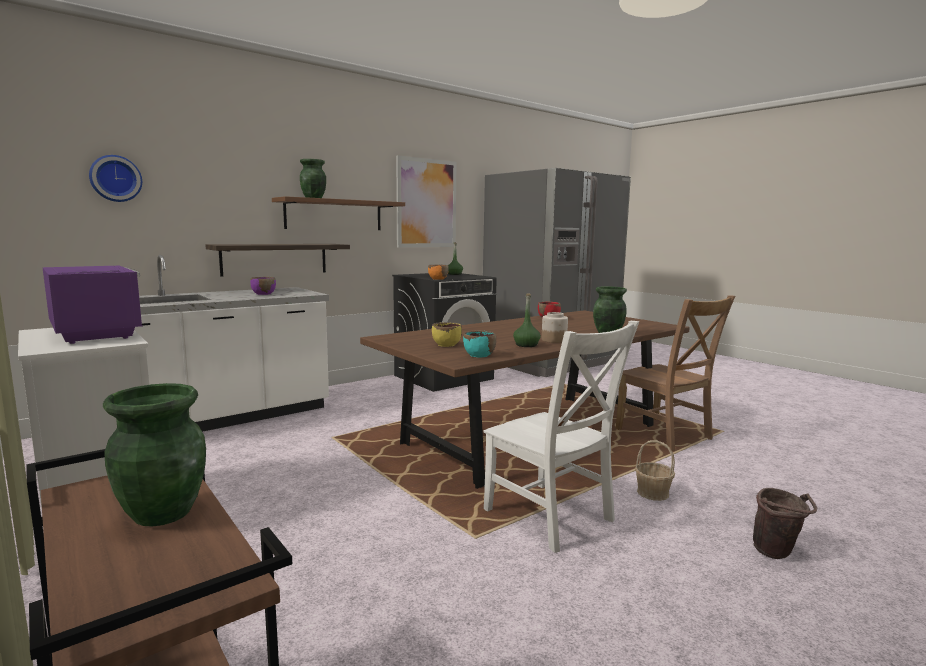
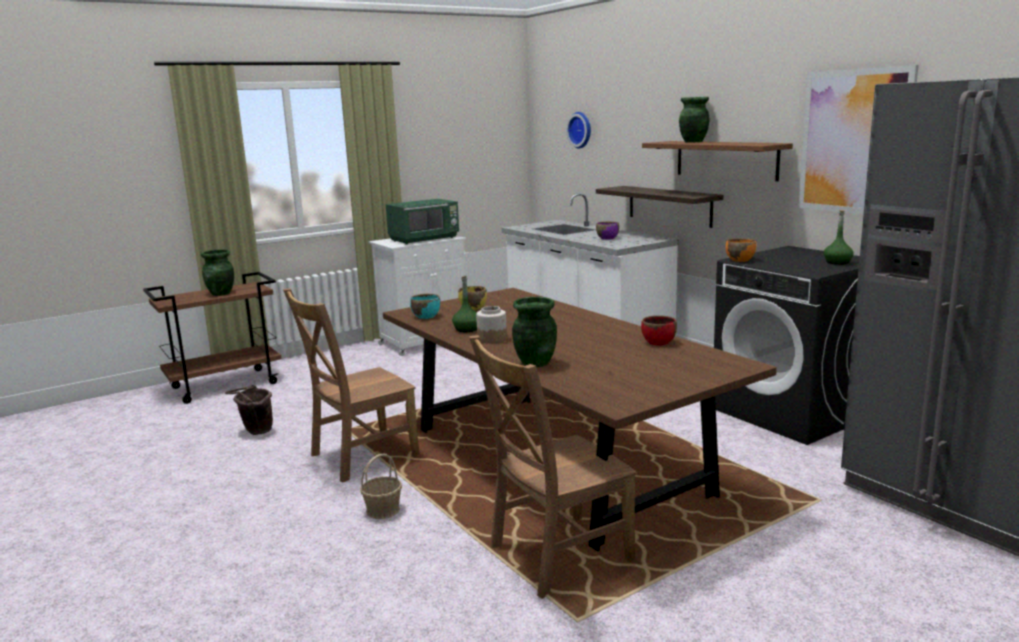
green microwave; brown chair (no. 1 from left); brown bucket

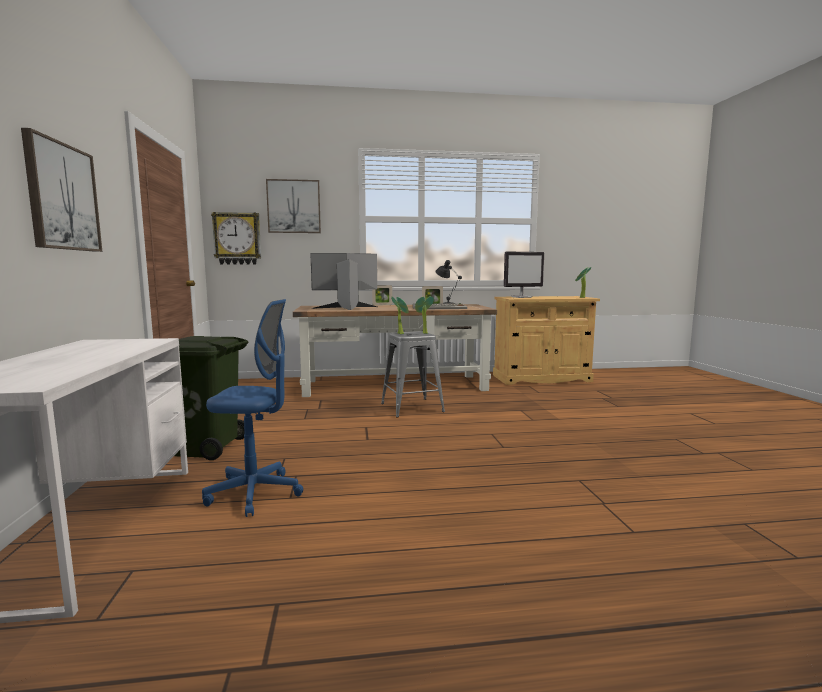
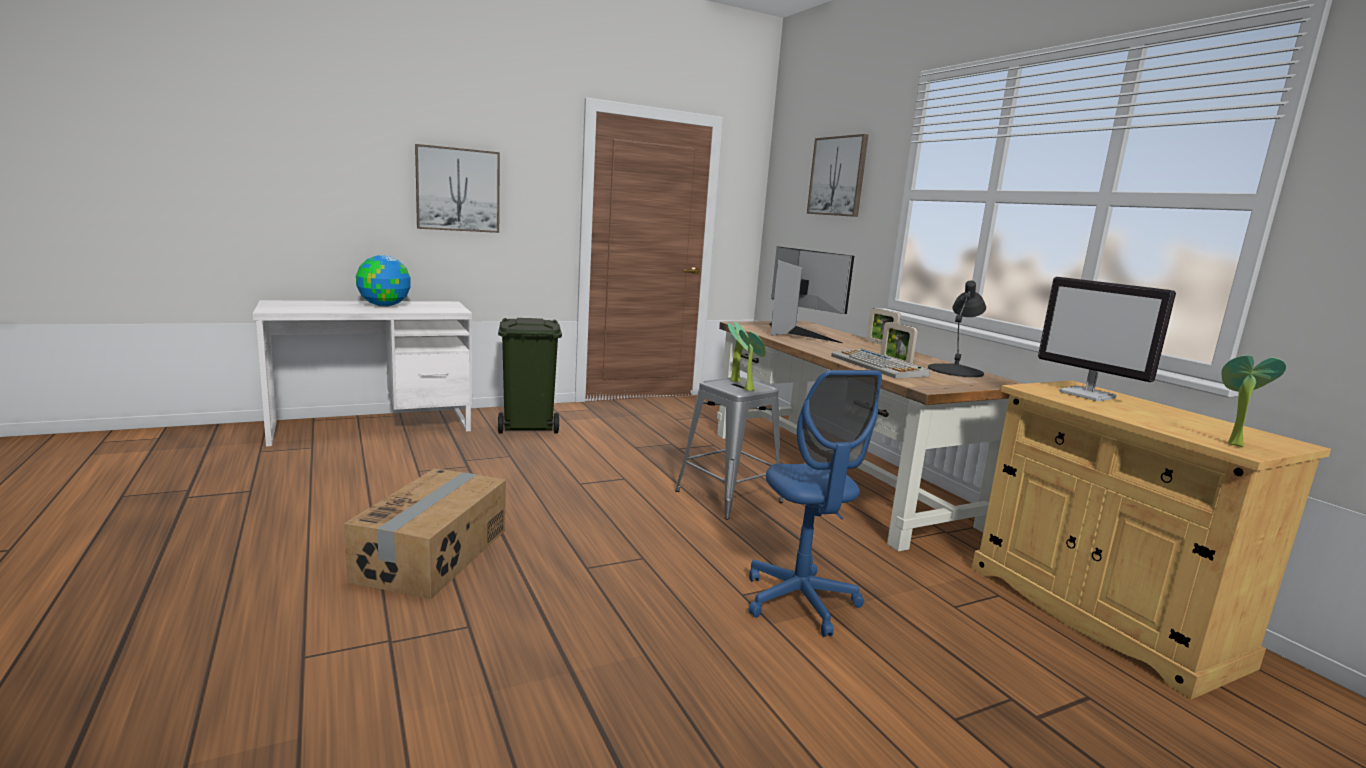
blue office chair; wall clock; cardboard box; globe

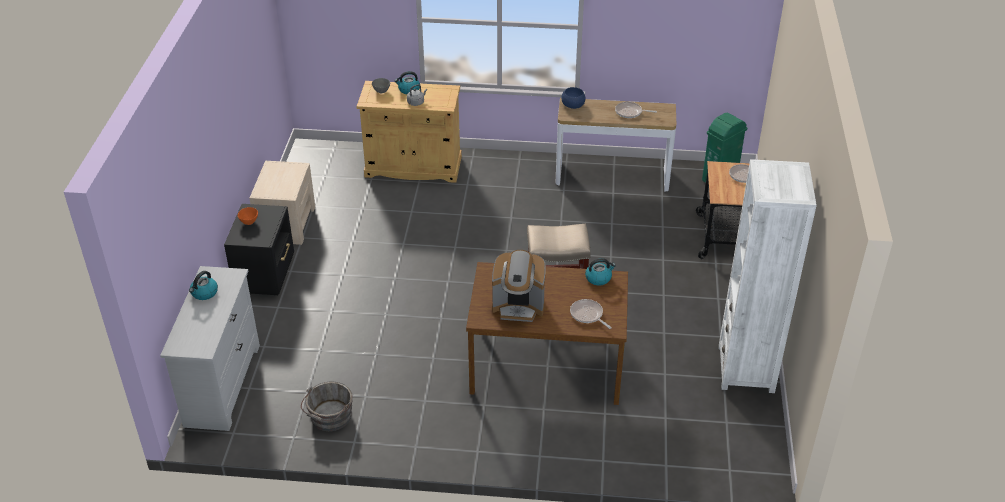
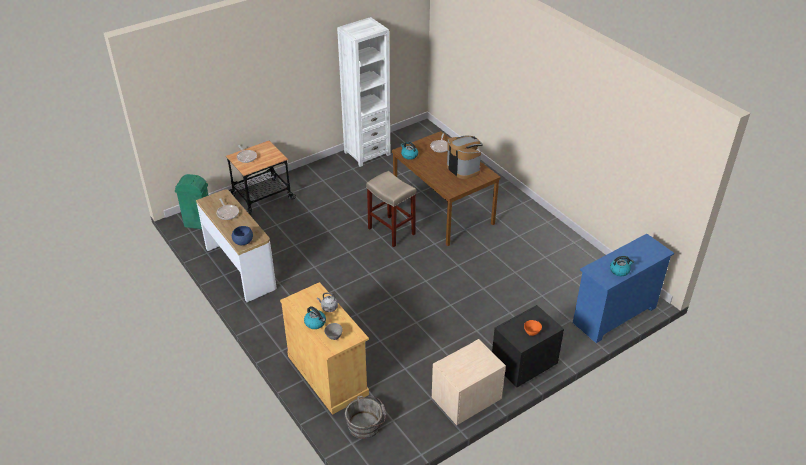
blue dresser; grey bucket

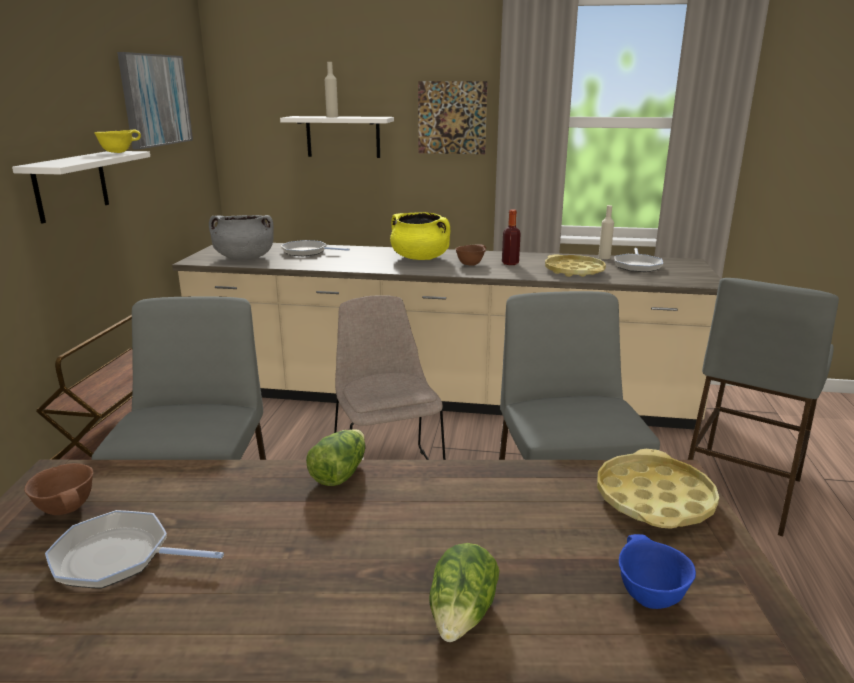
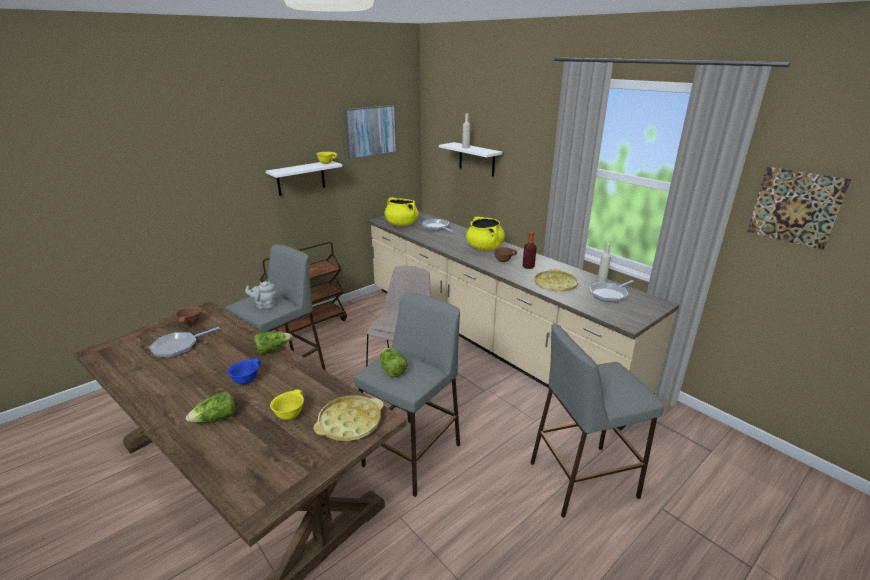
frying pan (no. 1 from left); yellow cooking pot (no. 1 from left); picture (no. 2 from left); blue bowl; grey teapot; yellow bowl (no. 1 from left); lettuce (no. 3 from left)

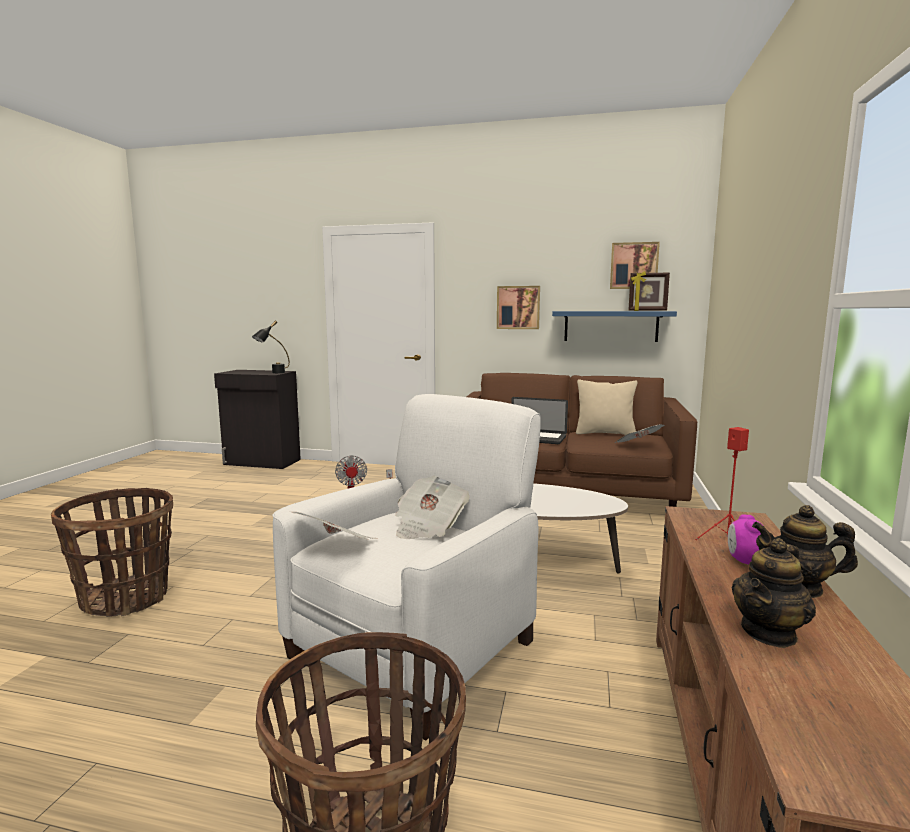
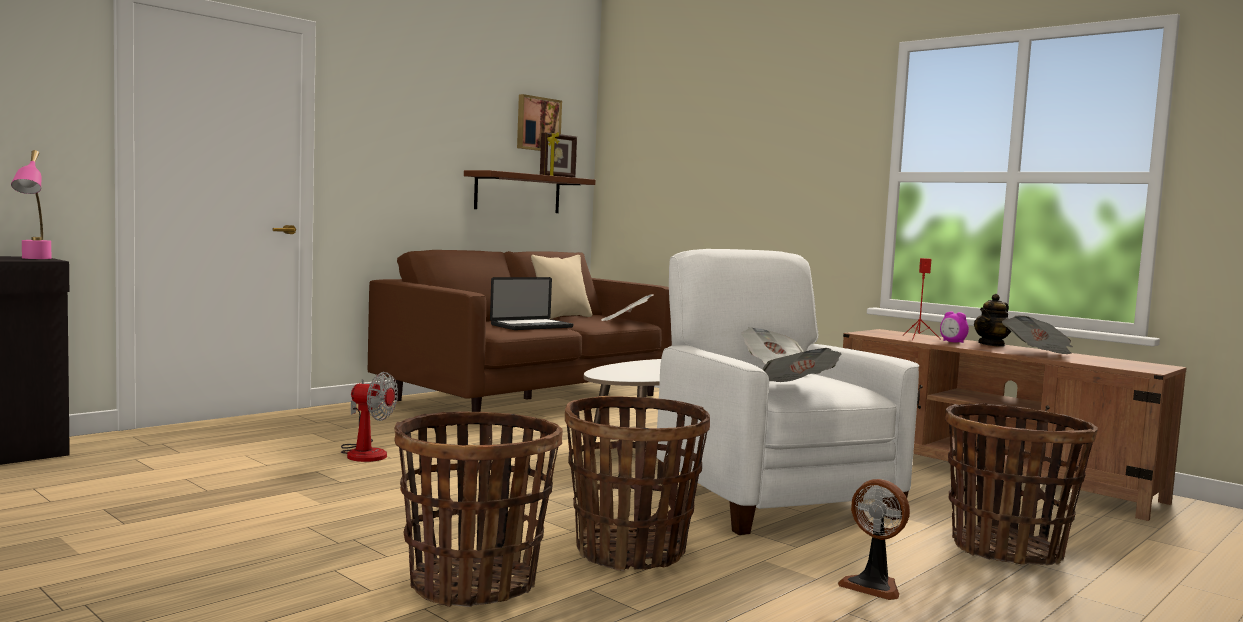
pink table lamp; picture (no. 1 from left in the first image); brown shelf; newspaper (no. 4 from left); basket (no. 2 from left); fan (no. 2 from left)

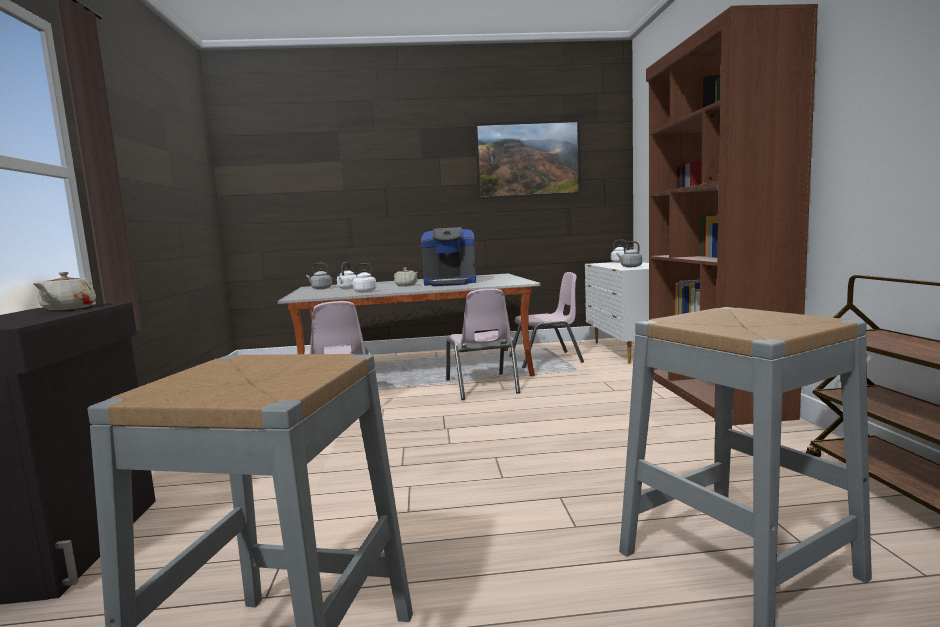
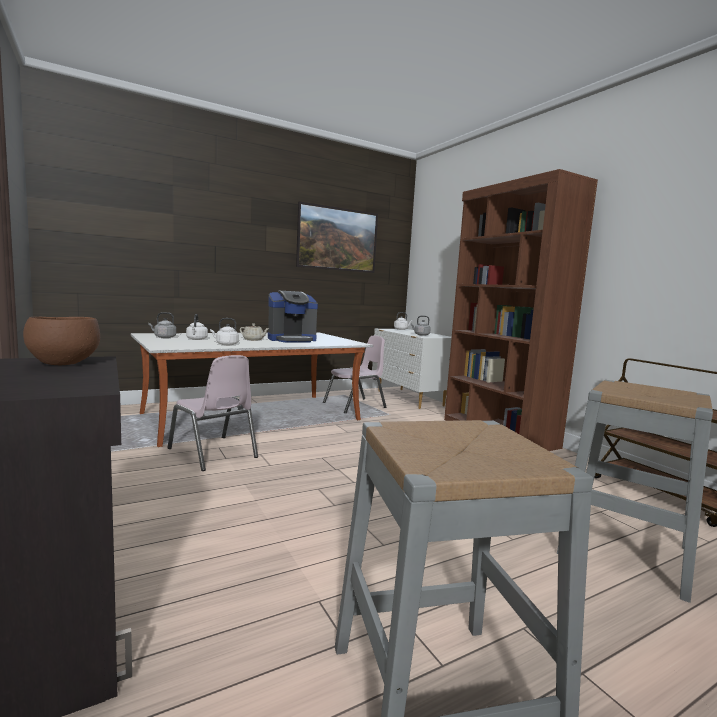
brown bowl; pink chair (no. 2 from left in the first image)

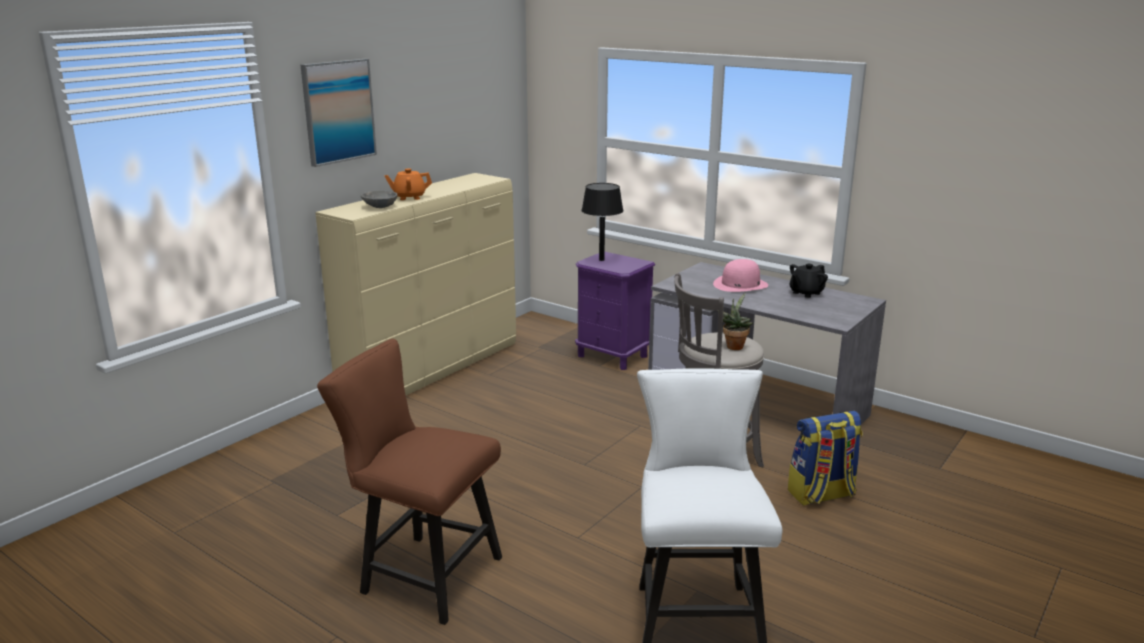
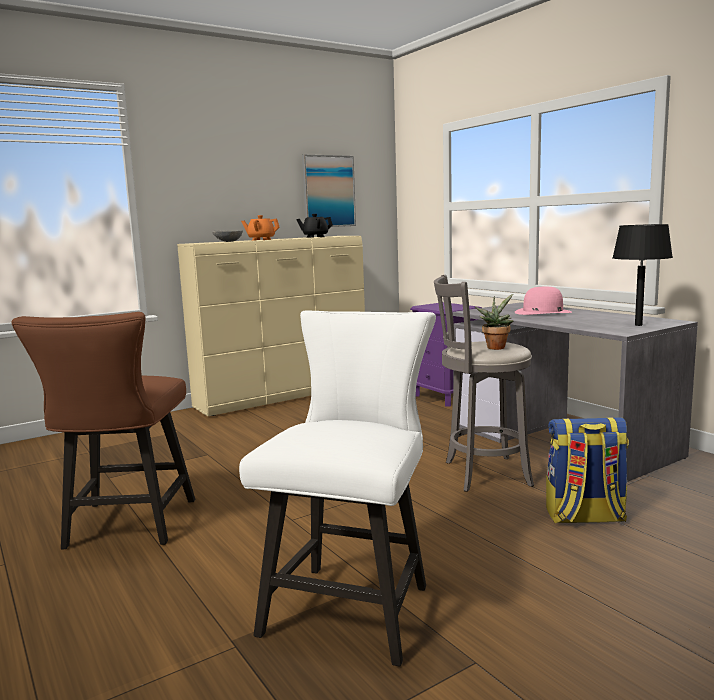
picture; brown chair; black table lamp; black teapot

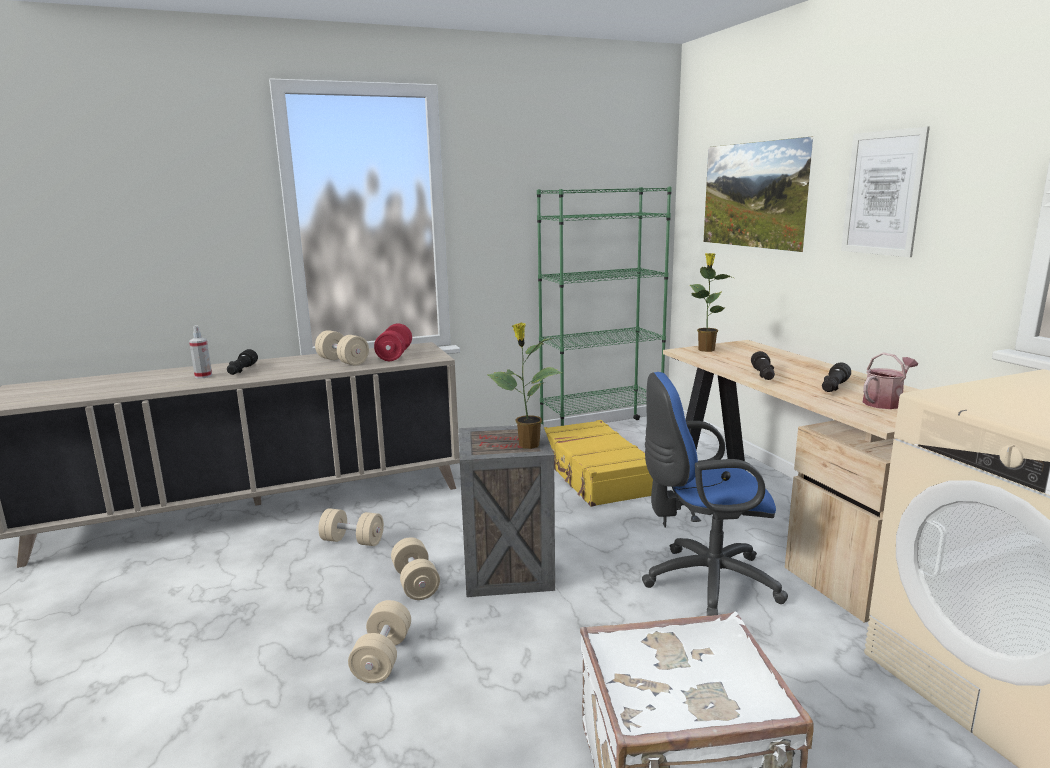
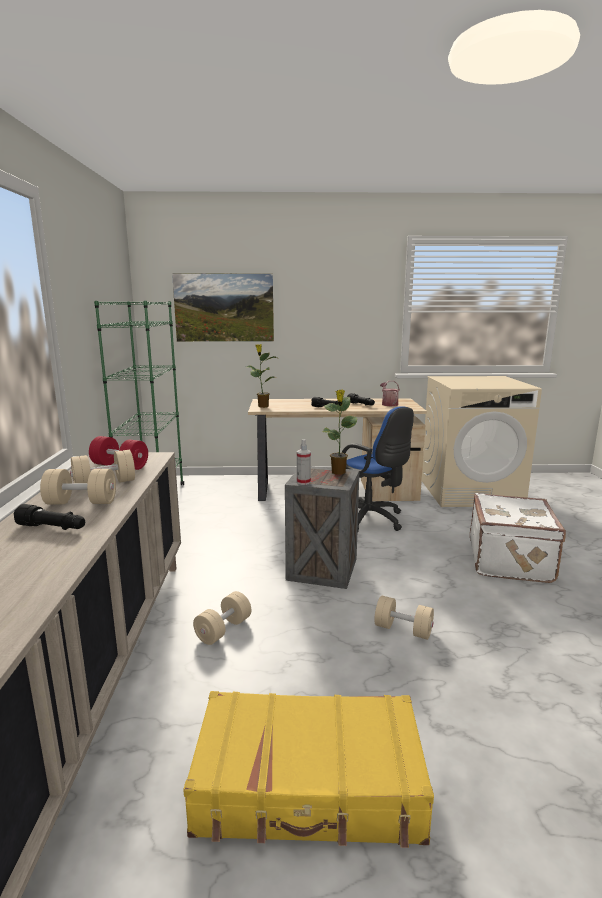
spray bottle; beige dumbbell (no. 1 from left); yellow suitcase; blue office chair; picture (no. 2 from left in the first image)

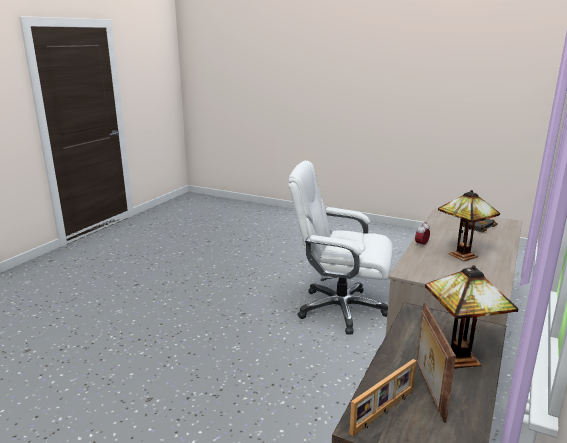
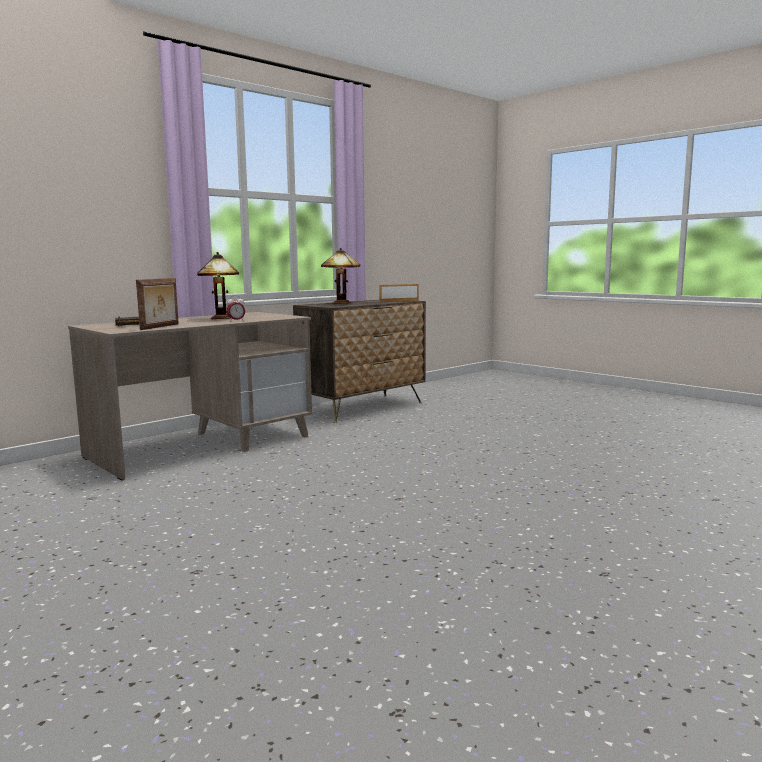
white office chair; picture frame (no. 1 from left)

